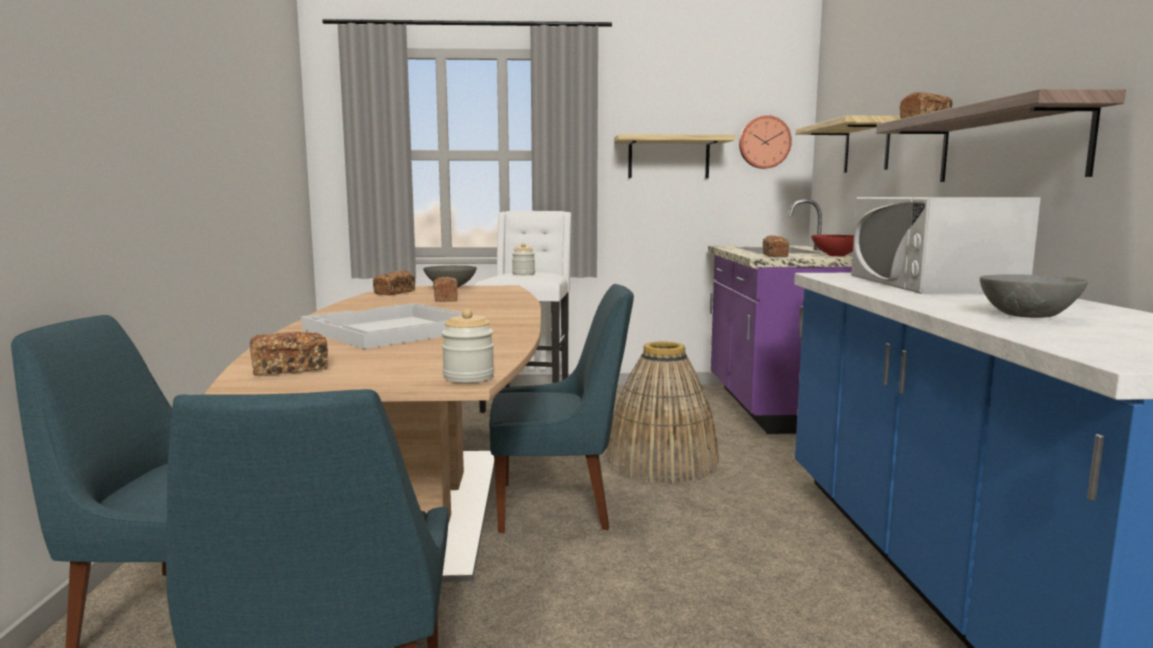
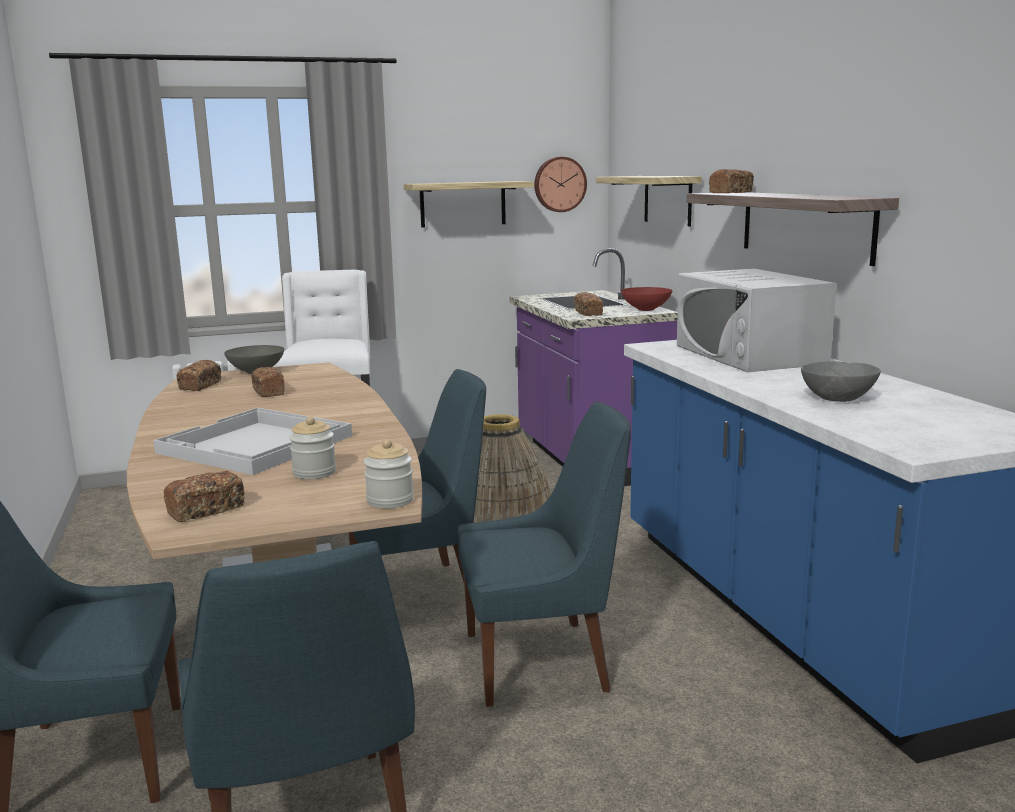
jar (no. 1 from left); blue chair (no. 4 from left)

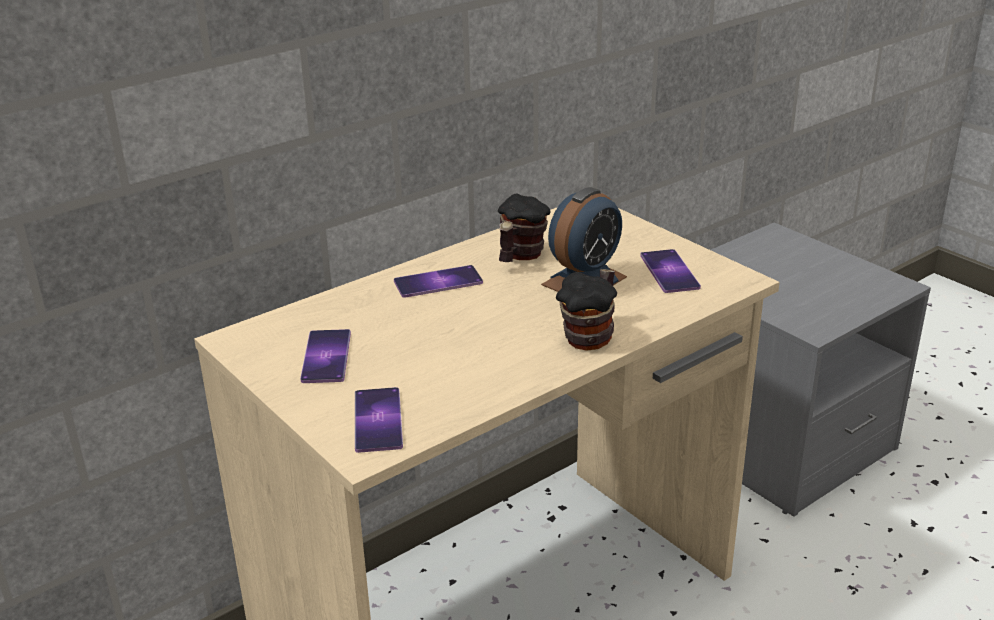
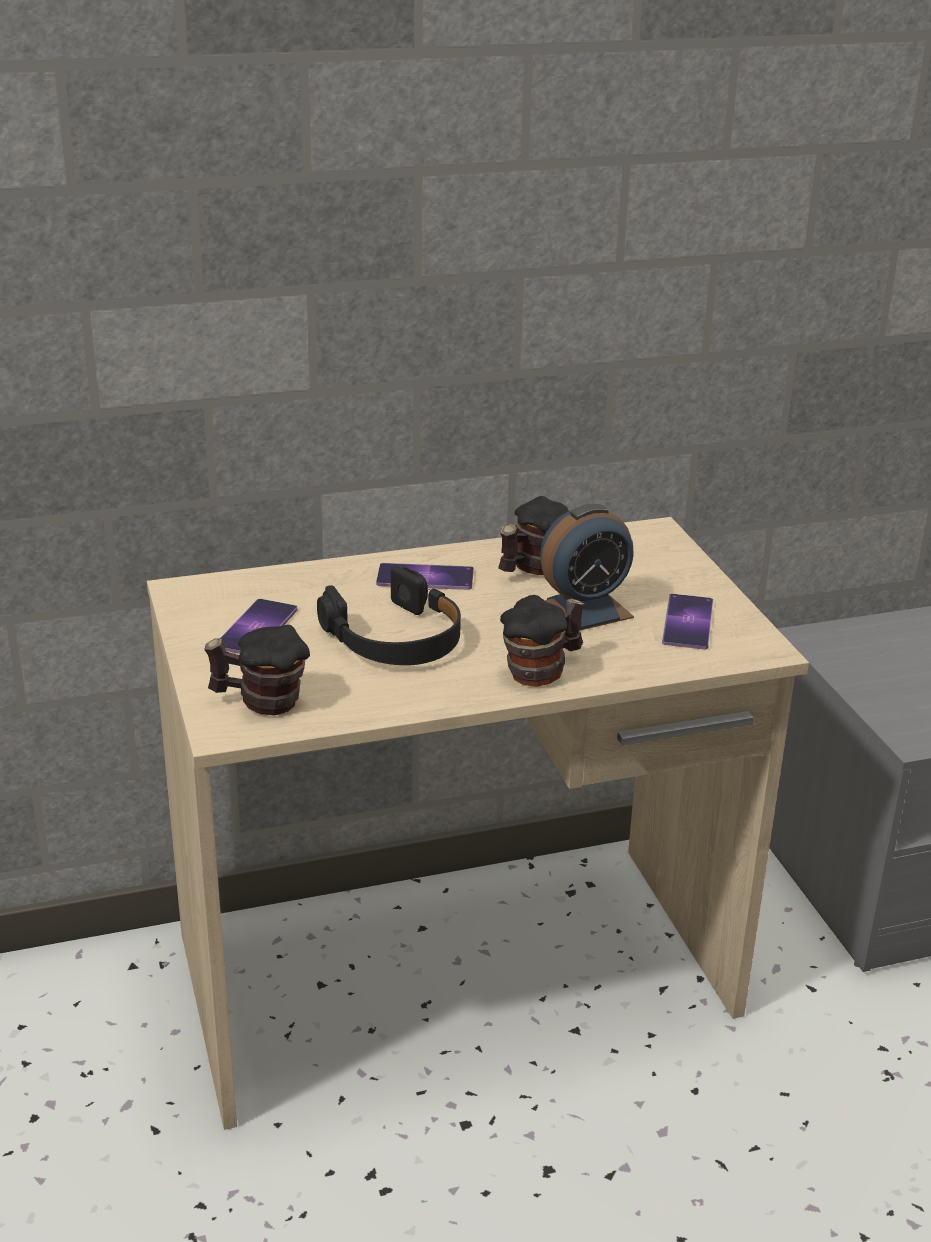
mug (no. 1 from left); black headphones

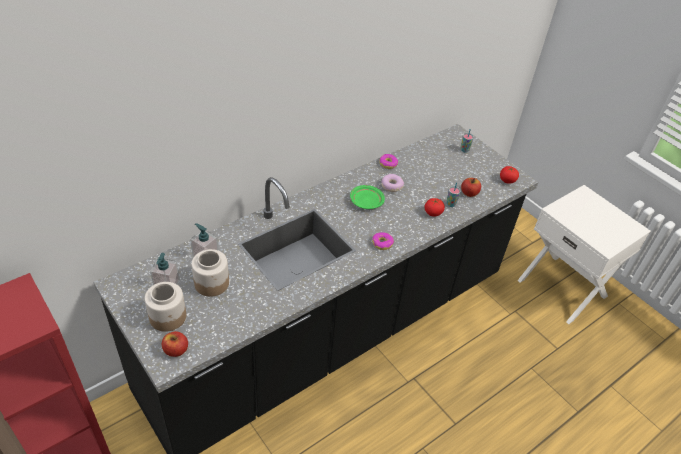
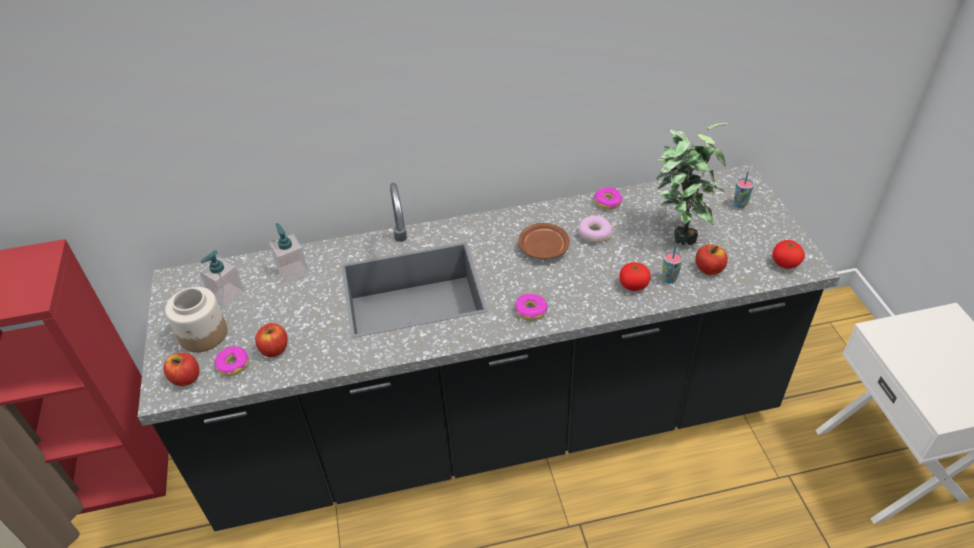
jar (no. 2 from left in the first image); brown plate; donut (no. 1 from left); apple (no. 2 from left); potted plant

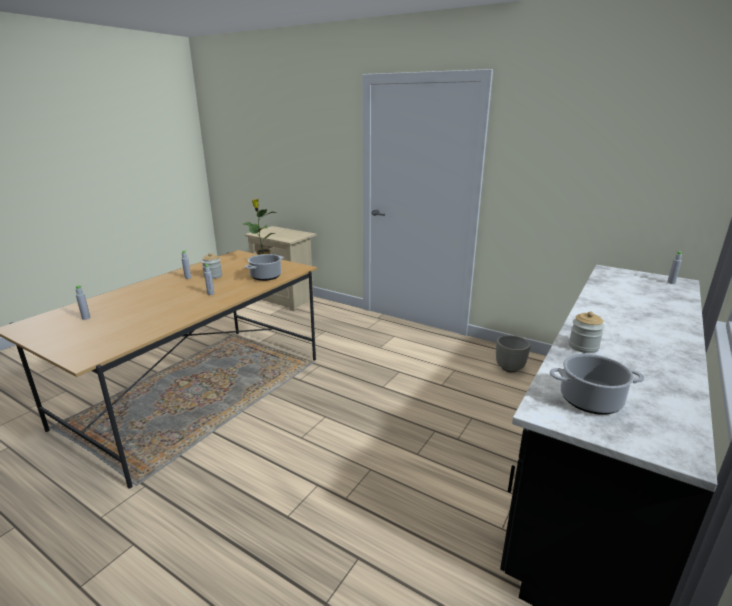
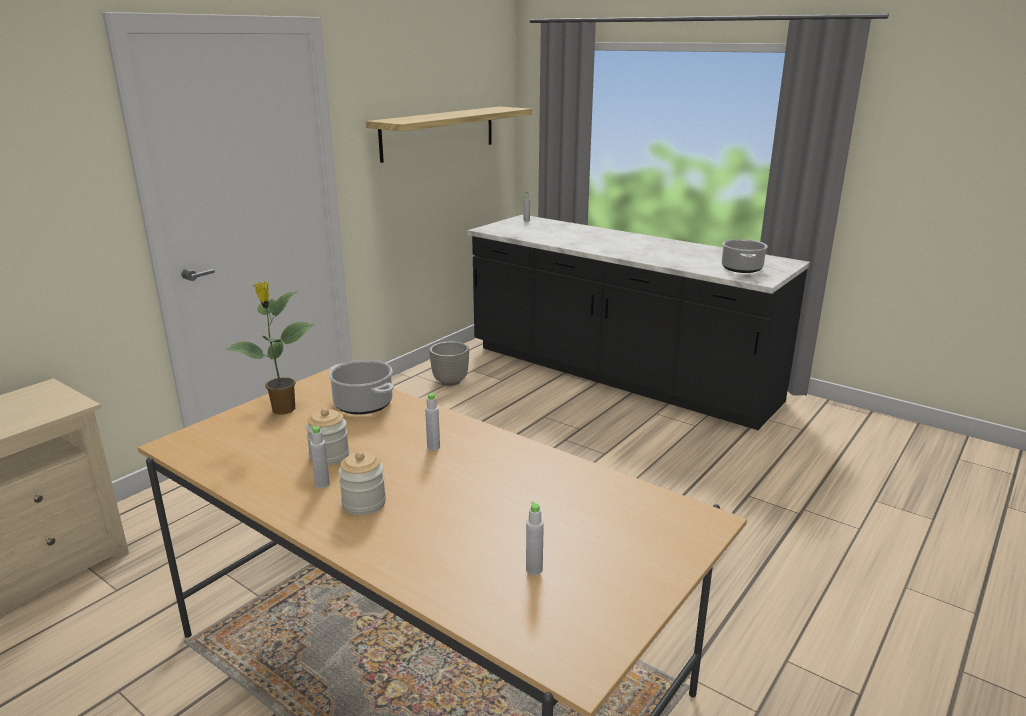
jar (no. 2 from left); shelf

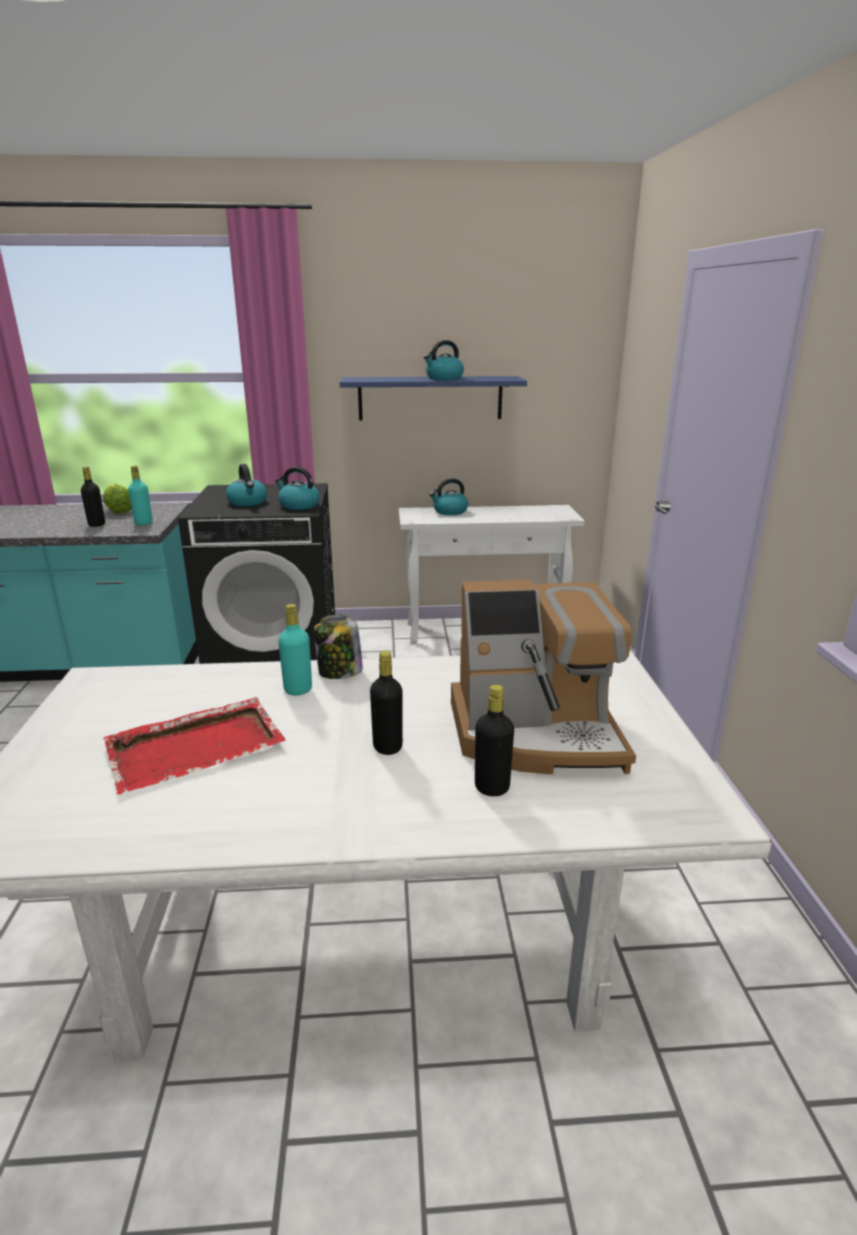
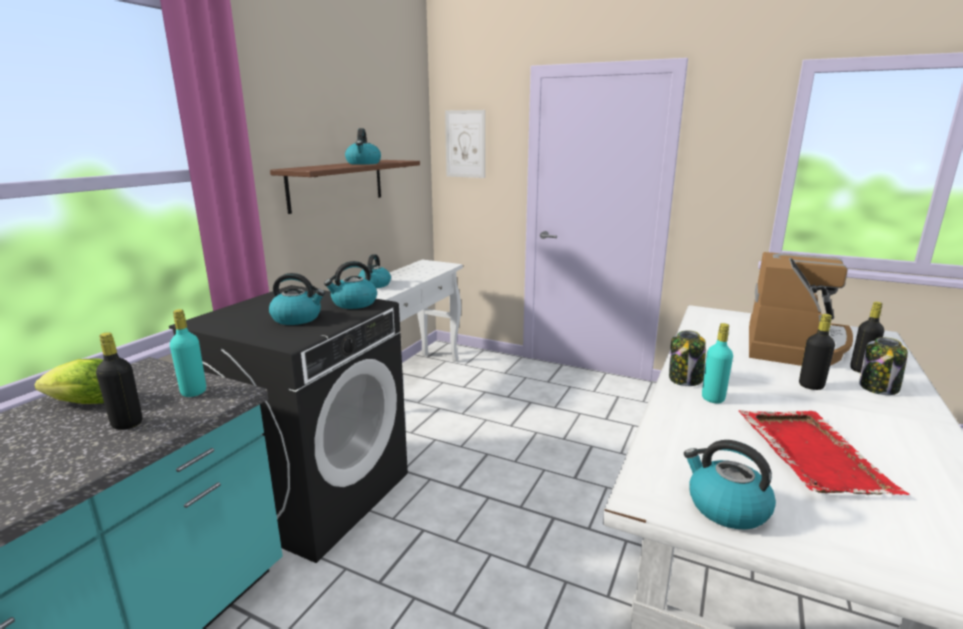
brown shelf; picture; kettle (no. 5 from left); jar (no. 2 from left)

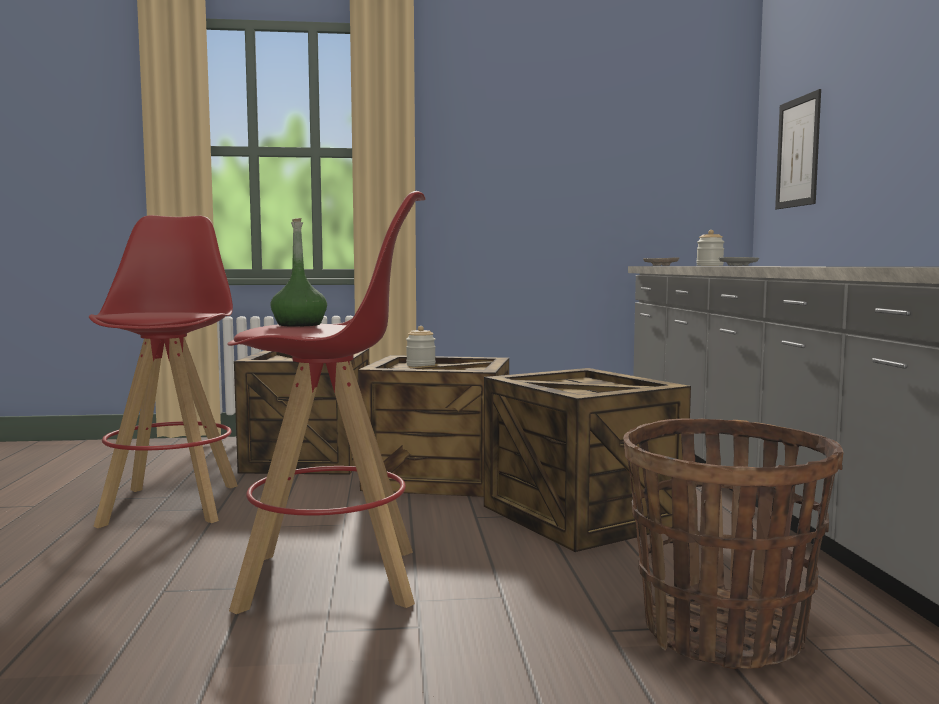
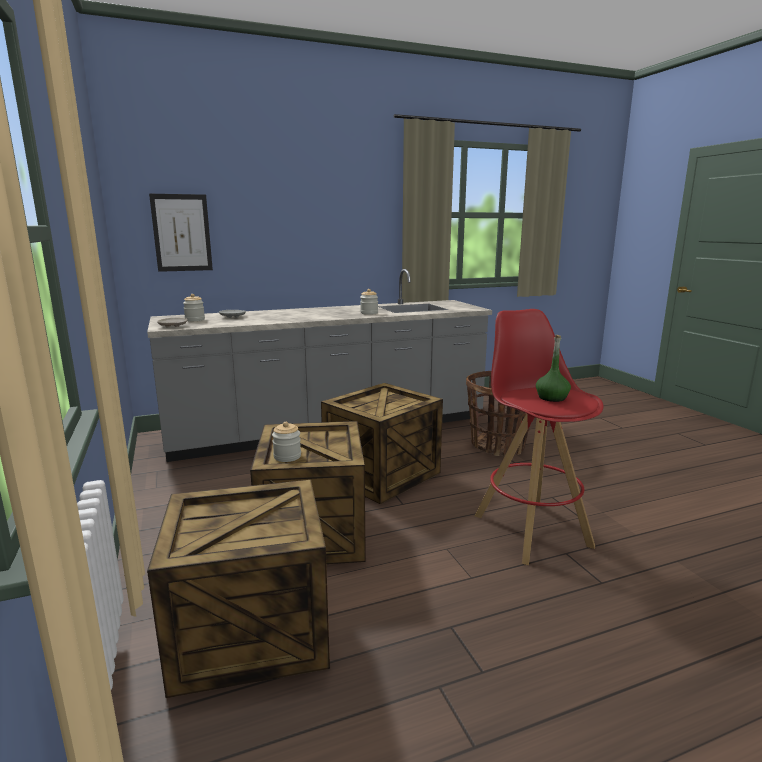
red stool (no. 1 from left in the first image); jar (no. 3 from left)

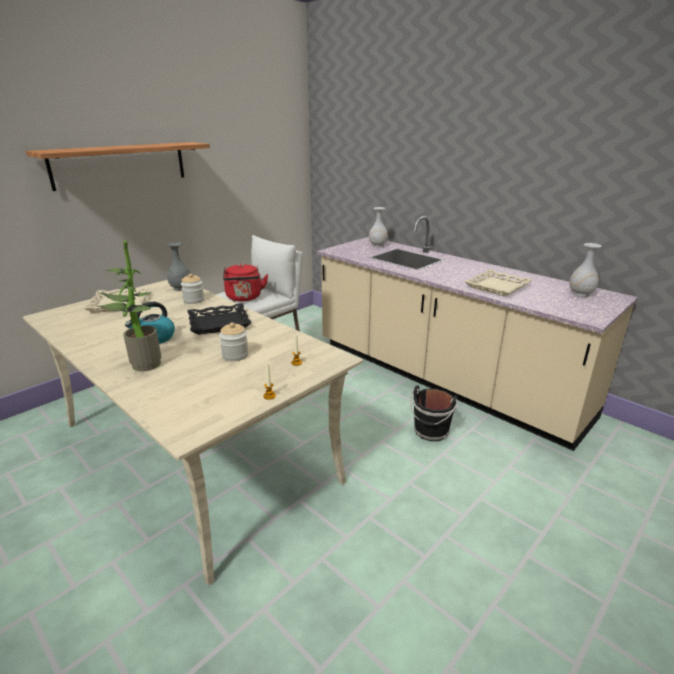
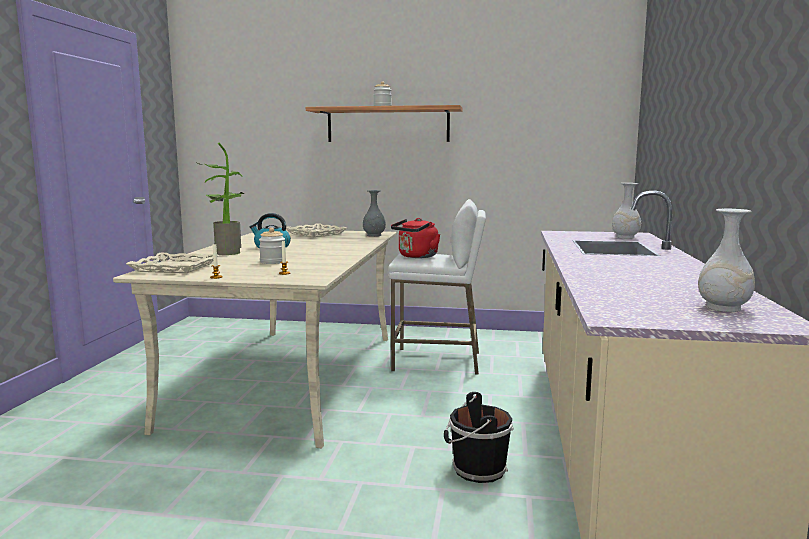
jar (no. 2 from left); black tray; beige tray (no. 1 from left)

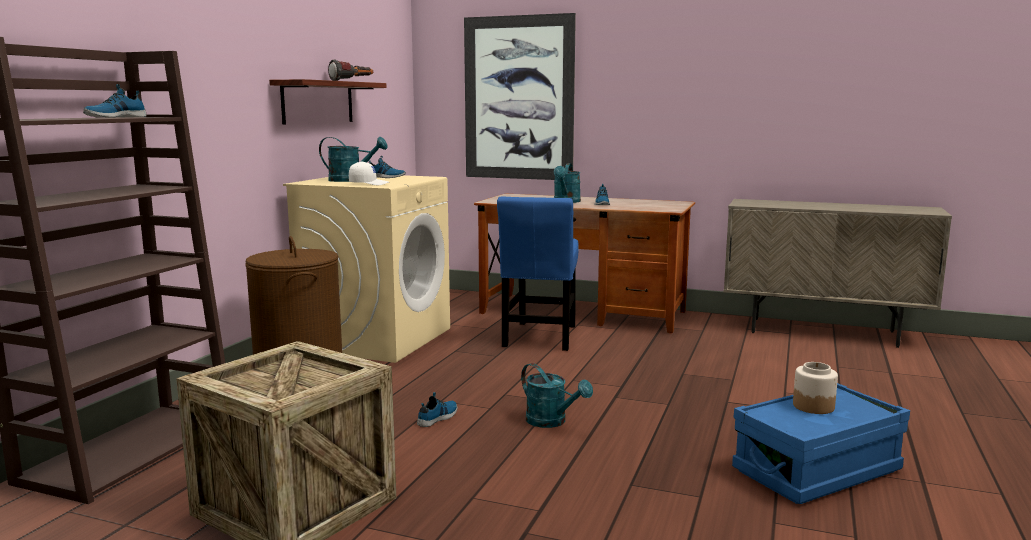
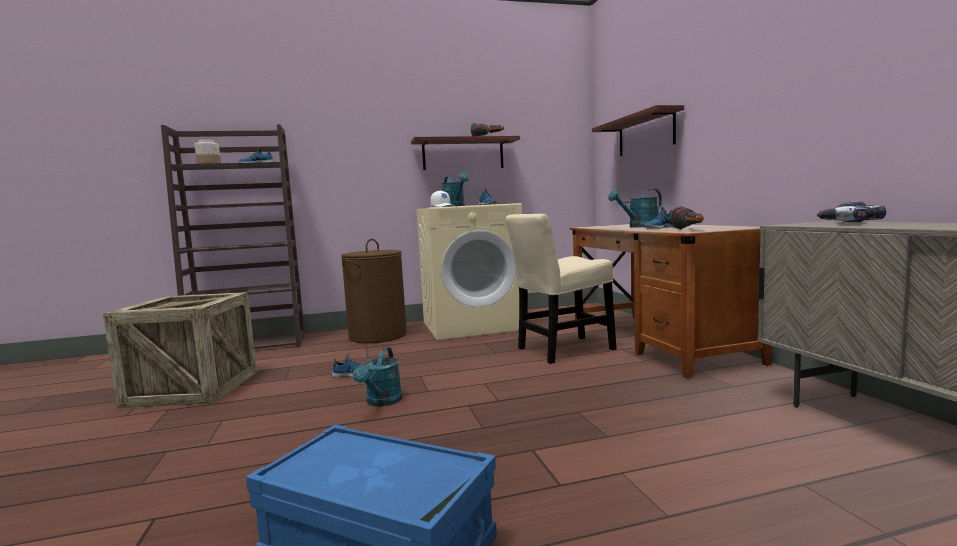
shelf (no. 2 from left); beige chair; jar; flashlight (no. 2 from left); power drill

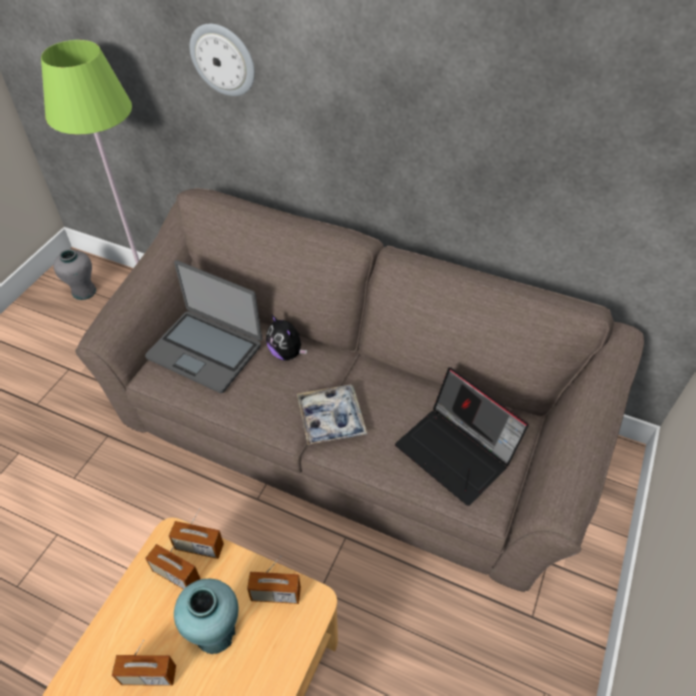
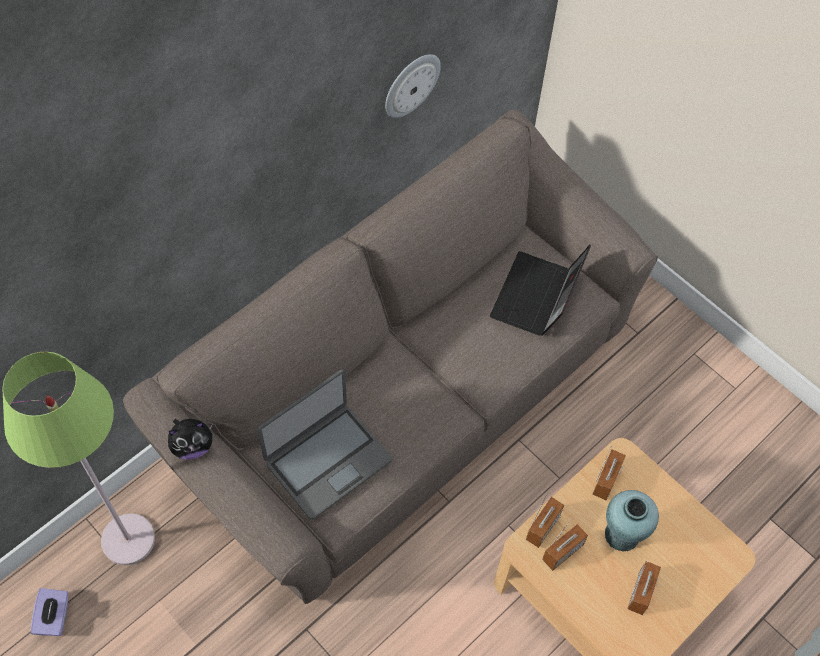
purple tissue box; wall clock; plush toy; tray; laptop (no. 2 from left)

